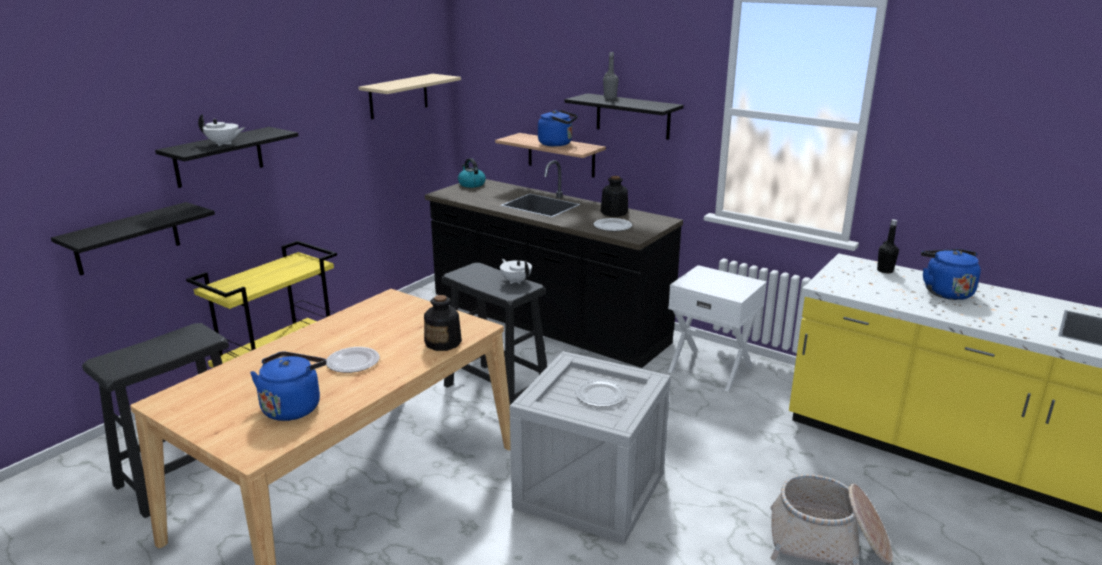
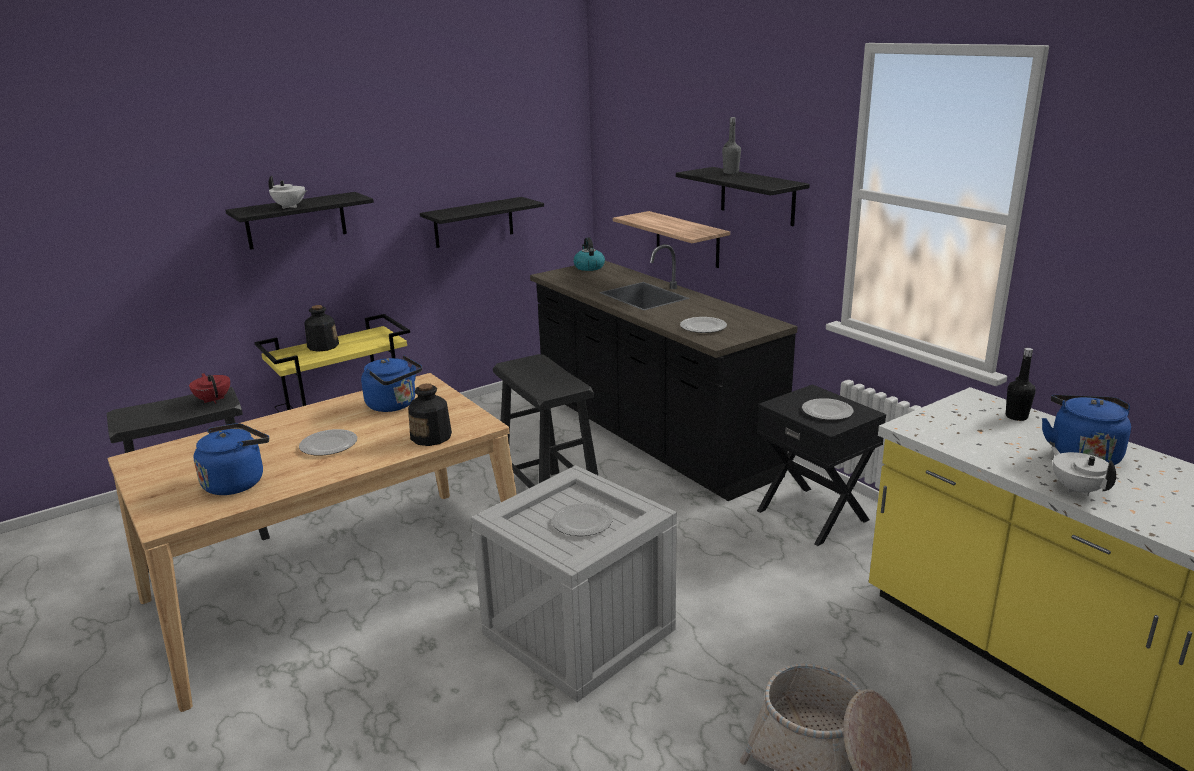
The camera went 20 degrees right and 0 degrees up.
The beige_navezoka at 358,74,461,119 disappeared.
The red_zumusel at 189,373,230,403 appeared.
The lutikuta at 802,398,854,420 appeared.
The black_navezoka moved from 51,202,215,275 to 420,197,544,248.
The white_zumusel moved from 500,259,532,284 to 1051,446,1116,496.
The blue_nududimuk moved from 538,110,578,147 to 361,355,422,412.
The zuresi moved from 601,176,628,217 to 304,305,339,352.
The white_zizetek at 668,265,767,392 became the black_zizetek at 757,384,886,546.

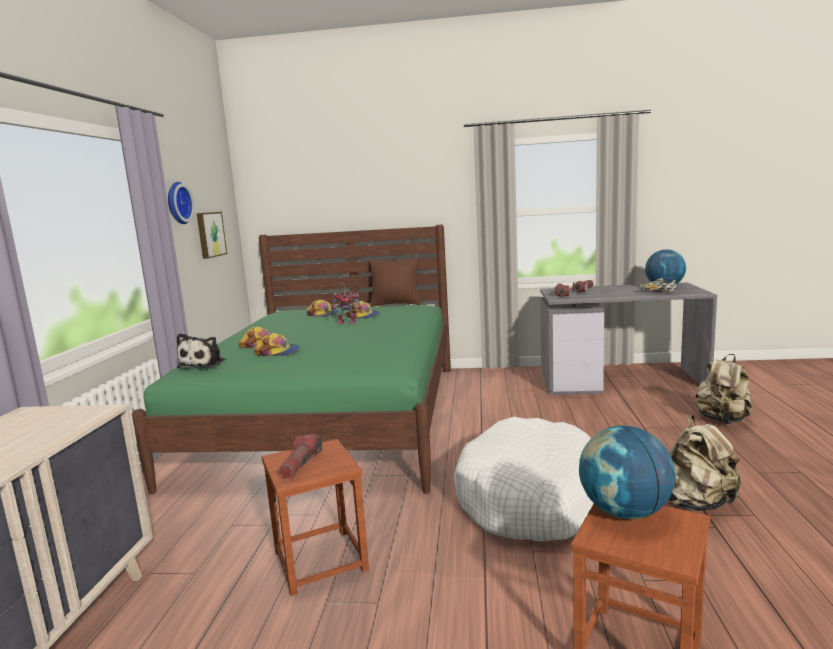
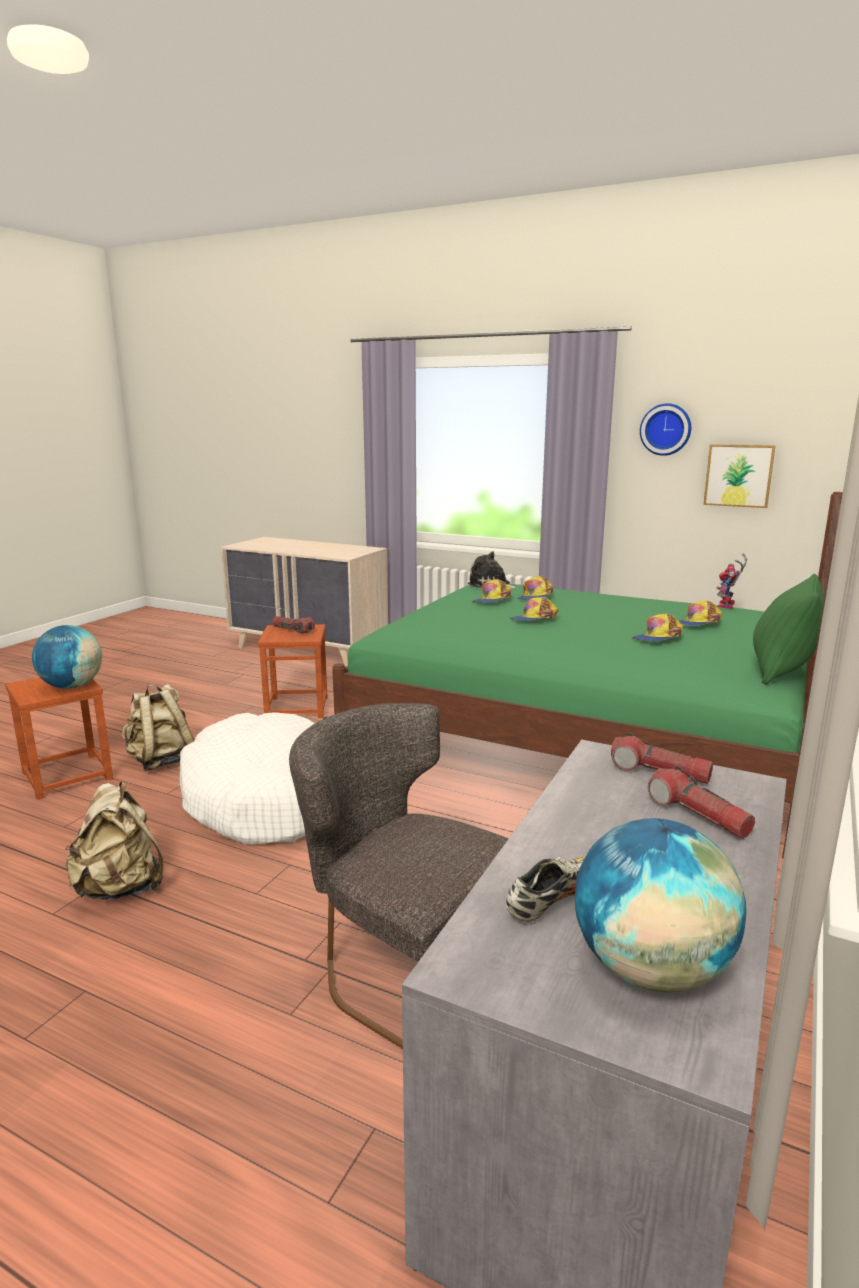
The camera went 110 degrees right and 5 degrees up.
The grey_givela at 289,703,509,1049 appeared.
The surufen at 510,597,559,621 appeared.
The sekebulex moved from 331,282,362,324 to 717,554,747,609.
The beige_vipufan moved from 696,354,753,424 to 122,684,195,771.
The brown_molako at 369,257,420,307 became the green_molako at 753,574,824,685.

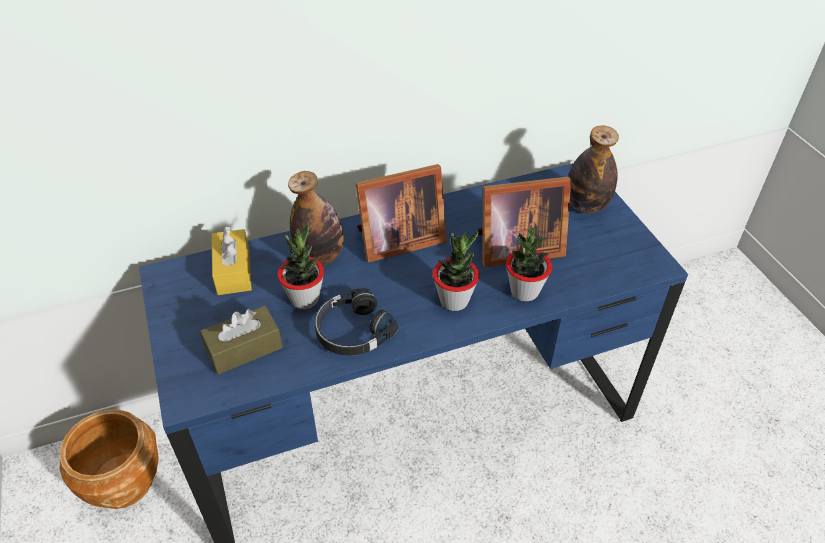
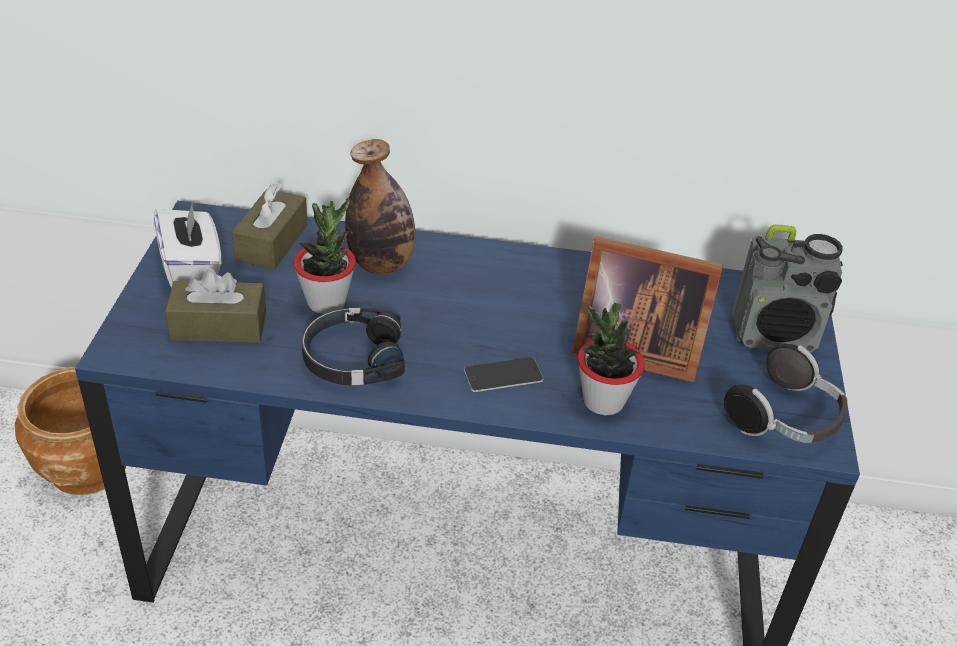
The camera went 25 degrees right and 5 degrees down.
The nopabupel at 355,164,447,262 disappeared.
The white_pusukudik at 154,201,221,288 appeared.
The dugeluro at 724,344,848,443 appeared.
The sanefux at 433,230,479,311 was replaced by the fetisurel at 464,357,544,392.
The zuresi at 568,125,619,214 was replaced by the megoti at 732,225,843,353.
The yellow_pusukudik at 212,227,252,295 became the brown_pusukudik at 232,182,308,270.

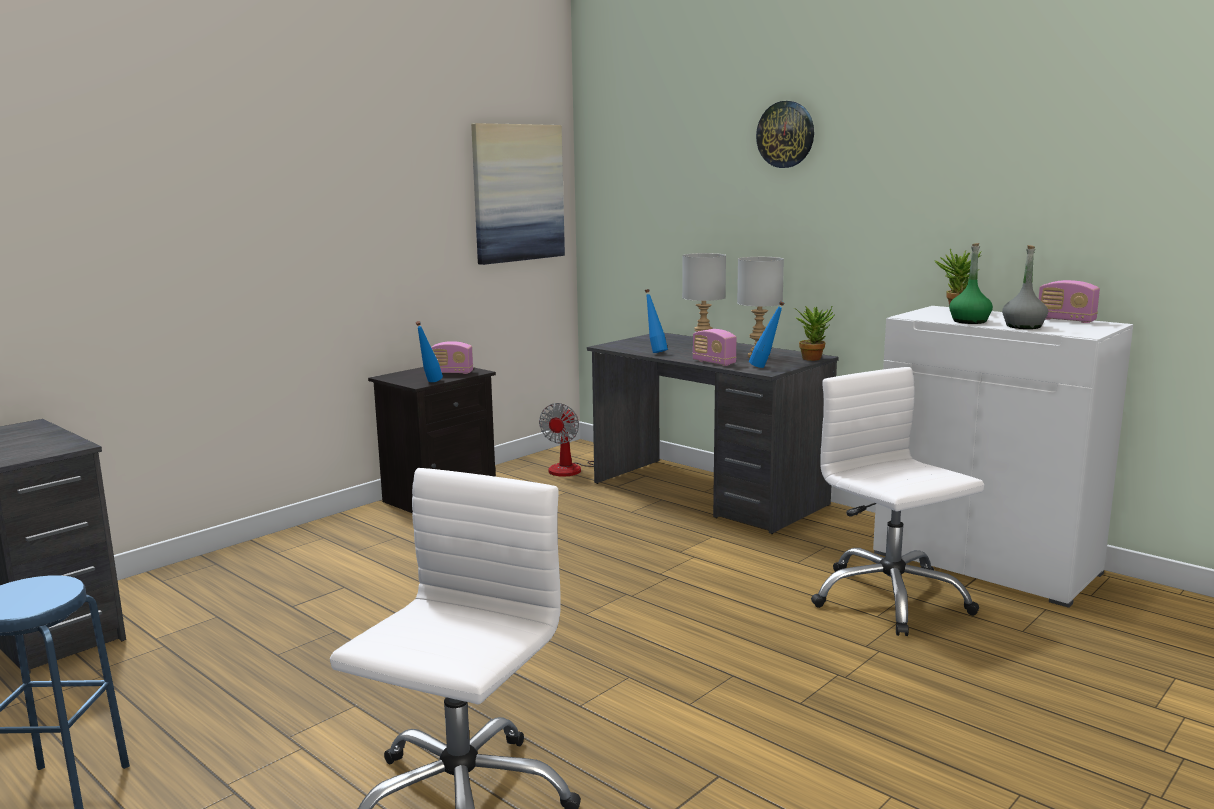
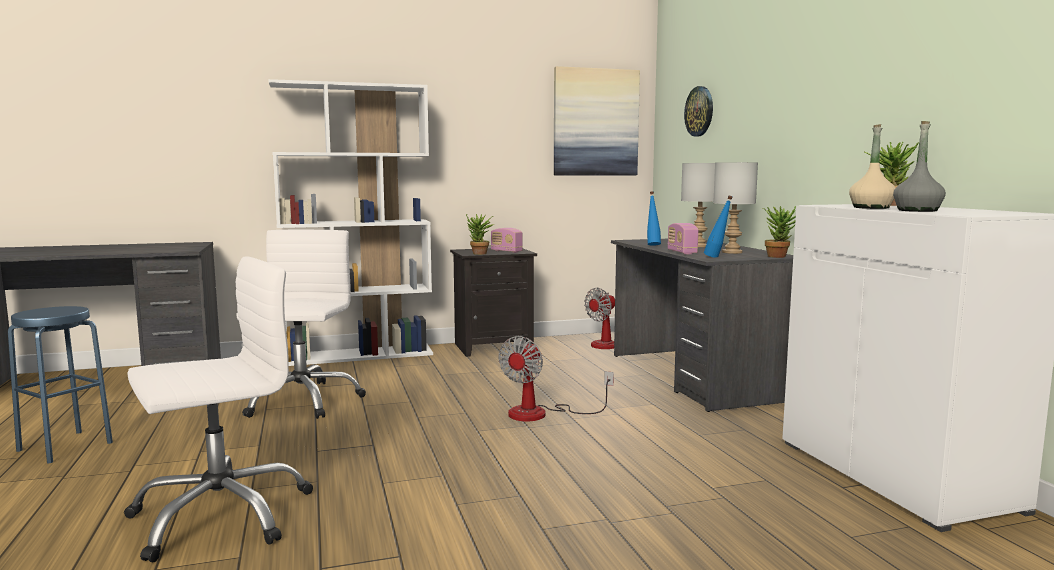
The camera went 30 degrees right and 5 degrees down.
The megoti at 1038,280,1100,323 disappeared.
The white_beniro at 268,79,433,366 appeared.
The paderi at 499,336,614,421 appeared.
The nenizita moved from 756,101,814,168 to 684,86,713,137.
The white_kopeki moved from 811,367,984,636 to 236,230,366,419.
The blue_zuresi at 416,321,443,382 was replaced by the sanefux at 466,214,494,255.
The green_zuresi at 949,243,993,324 became the beige_zuresi at 849,124,895,209.

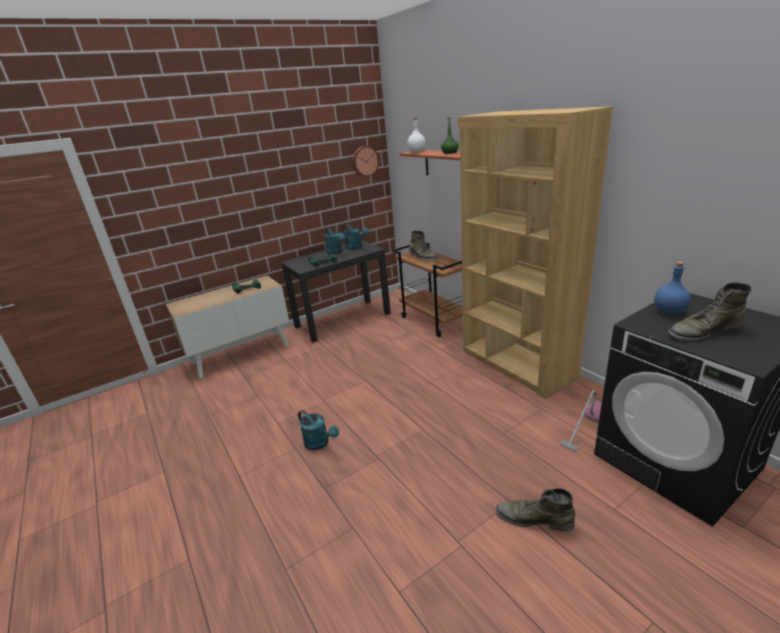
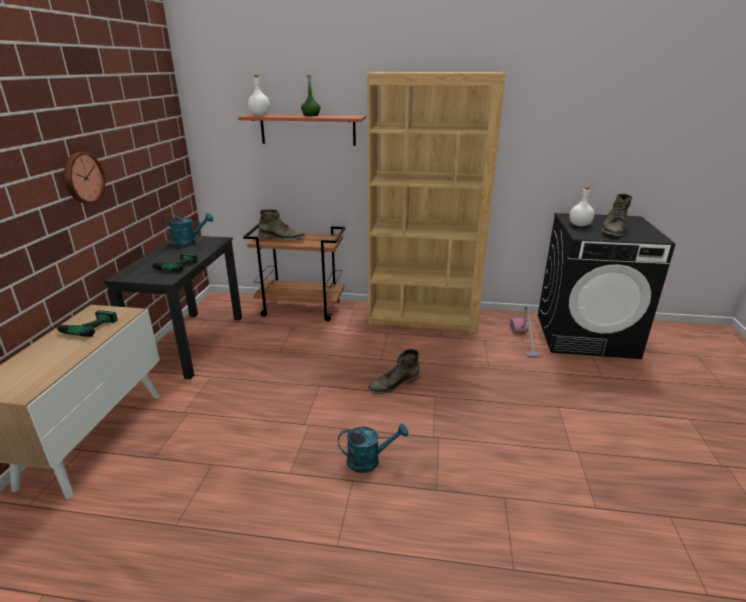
The camera went 50 degrees left and 0 degrees up.
The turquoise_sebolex at 324,228,345,254 disappeared.
The nenizita moved from 353,146,379,177 to 64,152,105,204.
The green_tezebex moved from 496,488,575,531 to 368,349,419,394.
The blue_zuresi at 654,262,691,315 became the white_zuresi at 569,186,594,227.

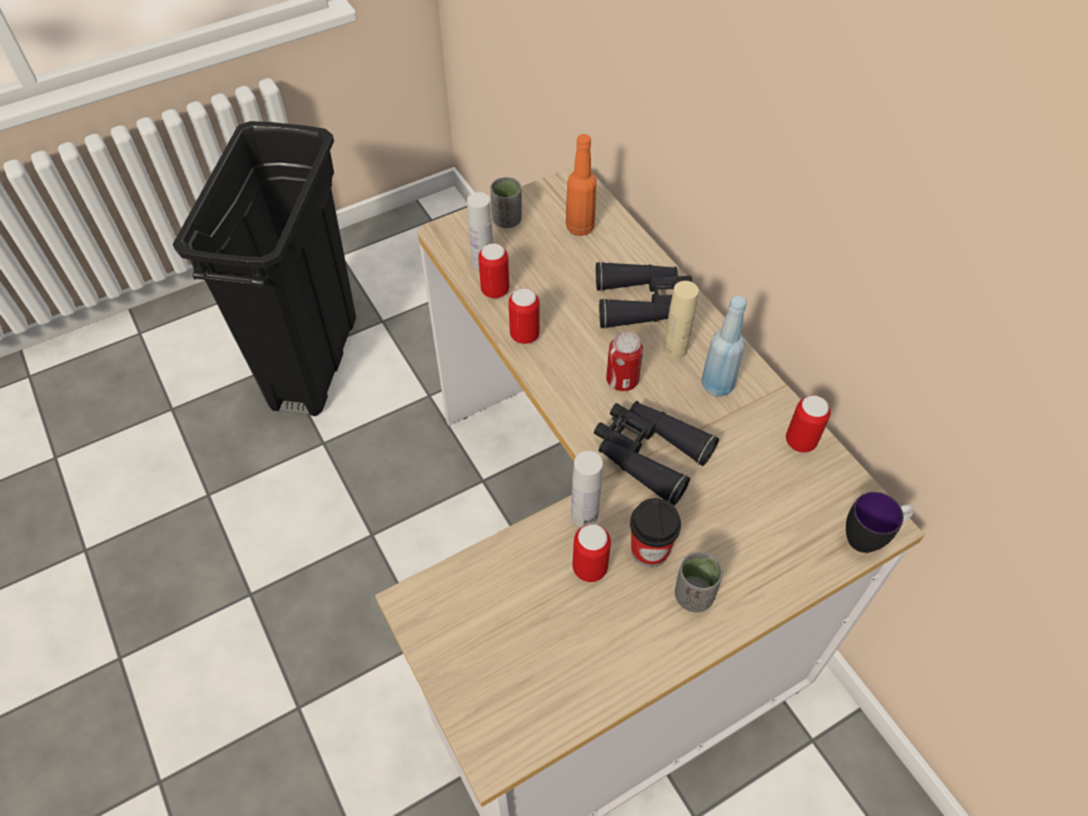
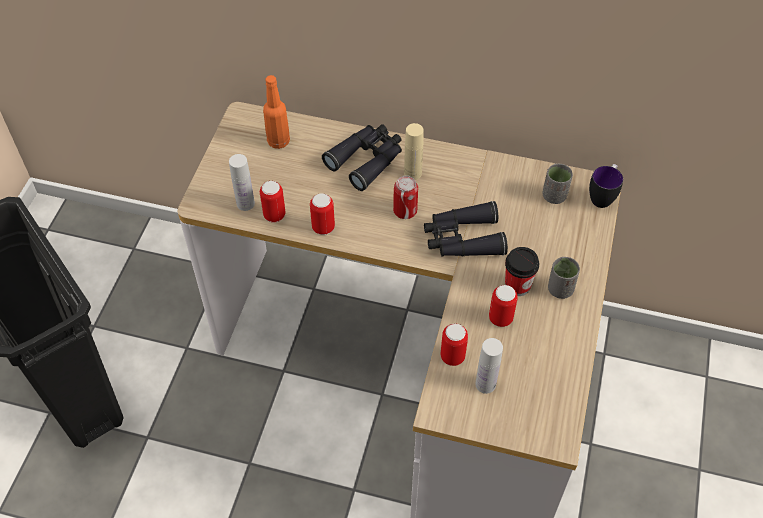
The camera went 45 degrees left and 0 degrees up.
The blue_zuresi at 701,296,747,397 disappeared.
The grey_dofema moved from 490,177,522,228 to 542,164,573,204.
The white_zuresi moved from 571,451,603,527 to 475,338,503,394.
The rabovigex moved from 786,395,831,452 to 440,323,468,366.

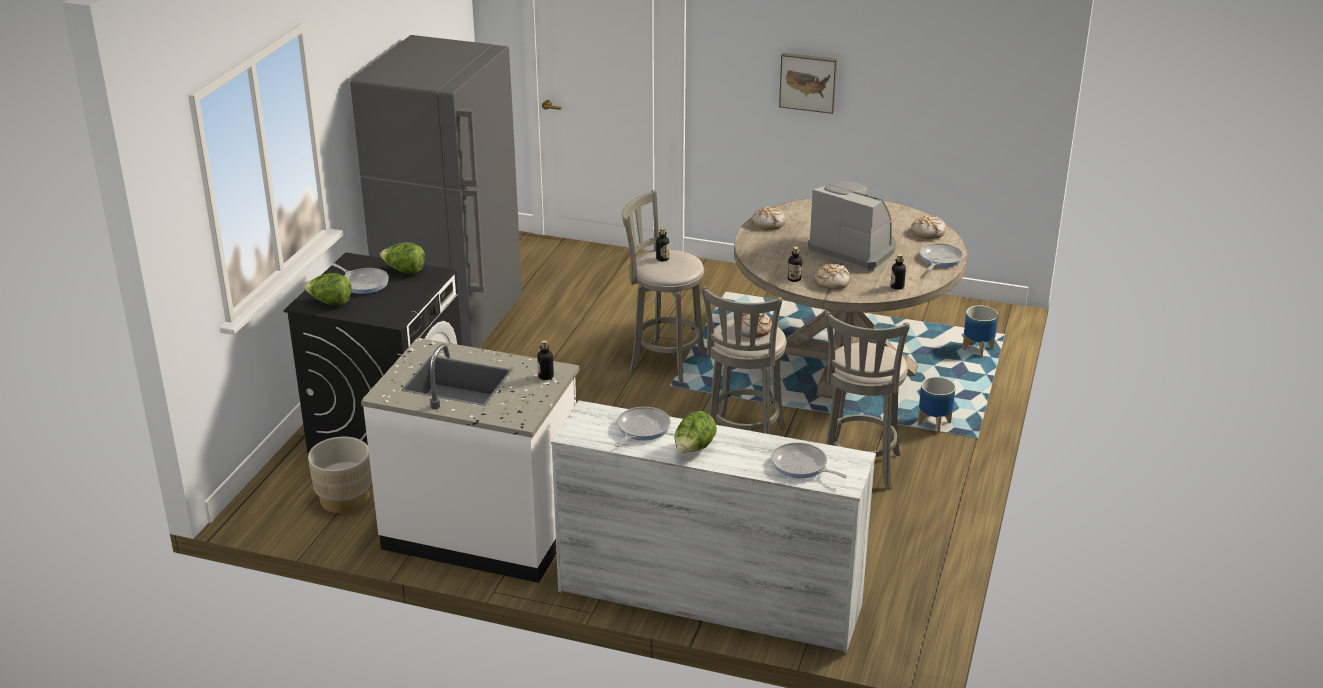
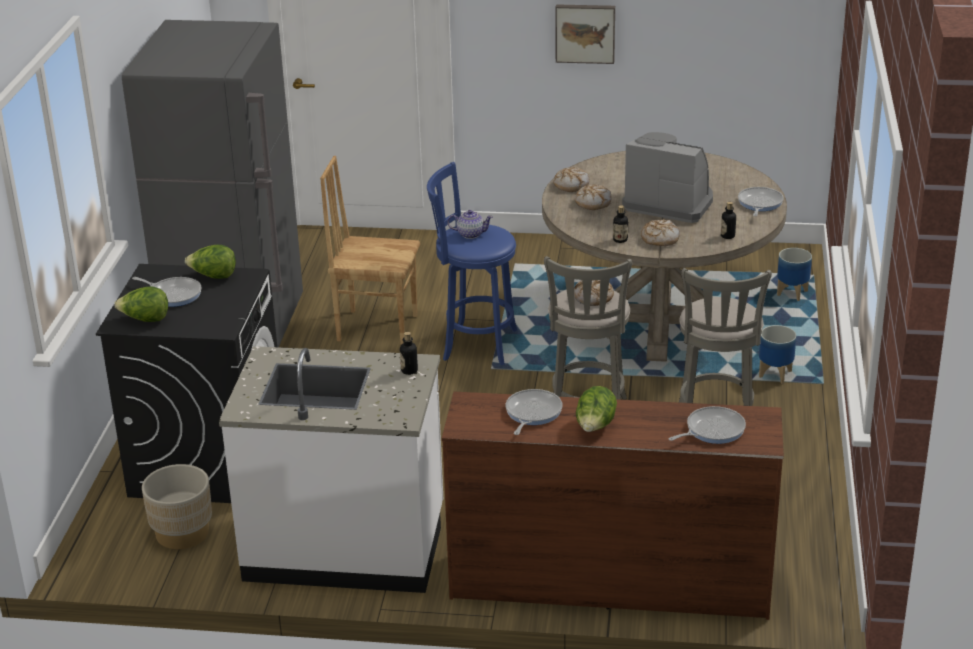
The camera went 10 degrees left and 0 degrees up.
The brown_givela at 320,156,420,345 appeared.
The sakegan moved from 911,215,946,239 to 574,184,612,210.
The zuresi at 656,227,669,261 was replaced by the zumusel at 447,210,493,239.
The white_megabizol at 551,400,876,653 became the brown_megabizol at 442,392,784,620.
The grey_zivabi at 622,190,706,384 became the blue_zivabi at 427,162,517,365.
The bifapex at 771,442,847,479 turned 120 degrees clockwise.

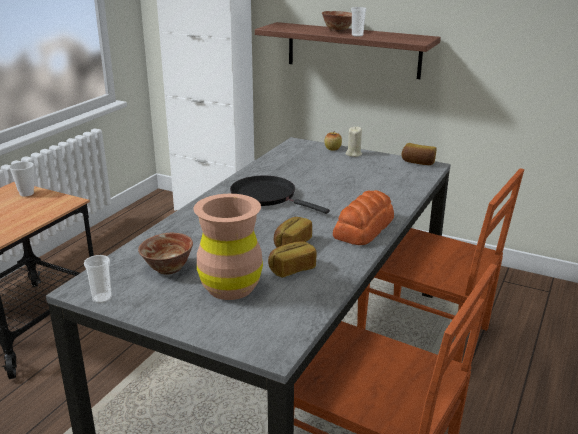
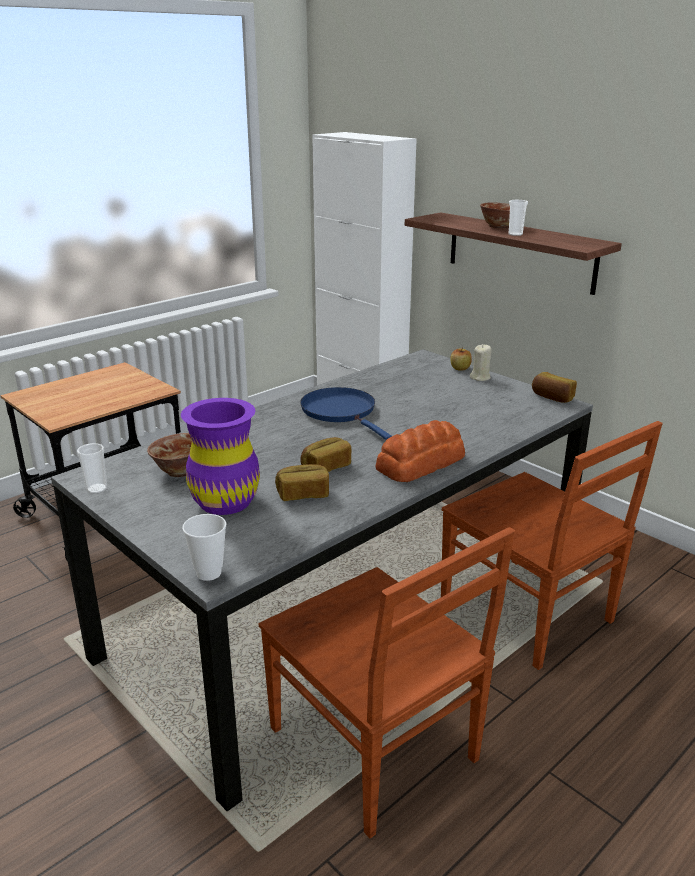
The camera went 20 degrees right and 0 degrees up.
The dofema moved from 9,162,34,197 to 182,514,226,581.
The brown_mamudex at 193,194,263,300 became the purple_mamudex at 181,398,260,515.
The black_bifapex at 230,176,330,214 became the blue_bifapex at 300,387,392,440.

